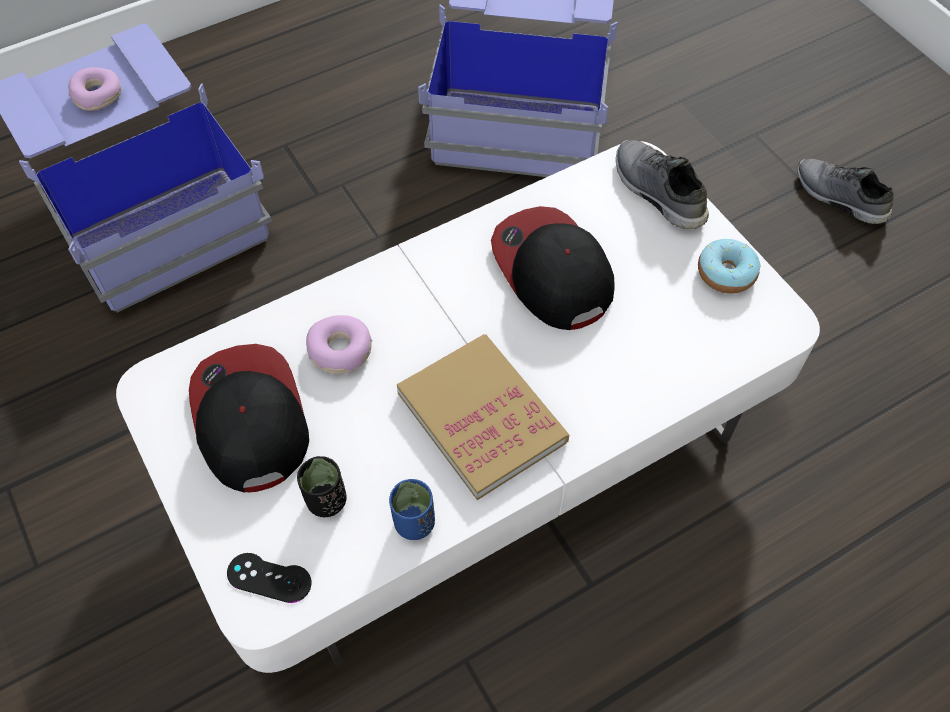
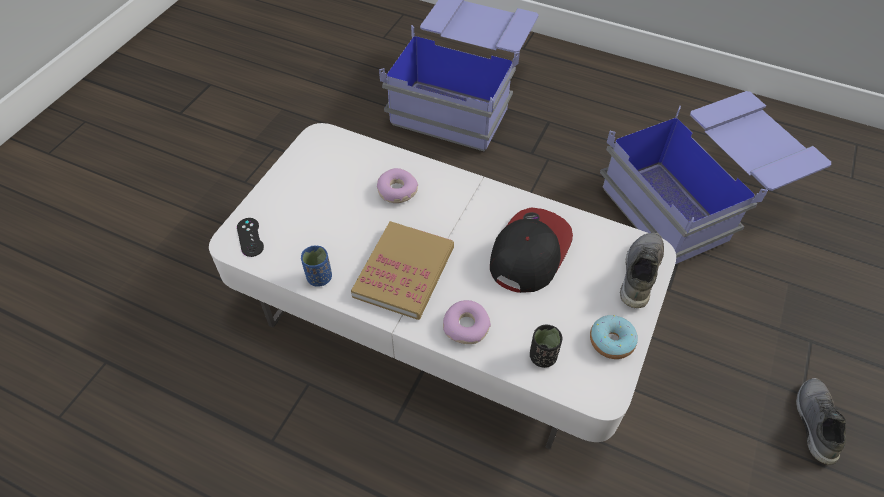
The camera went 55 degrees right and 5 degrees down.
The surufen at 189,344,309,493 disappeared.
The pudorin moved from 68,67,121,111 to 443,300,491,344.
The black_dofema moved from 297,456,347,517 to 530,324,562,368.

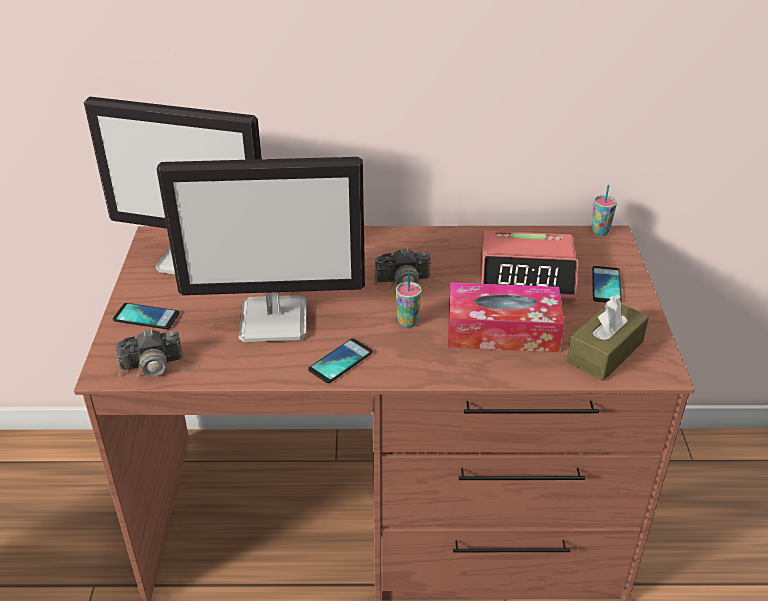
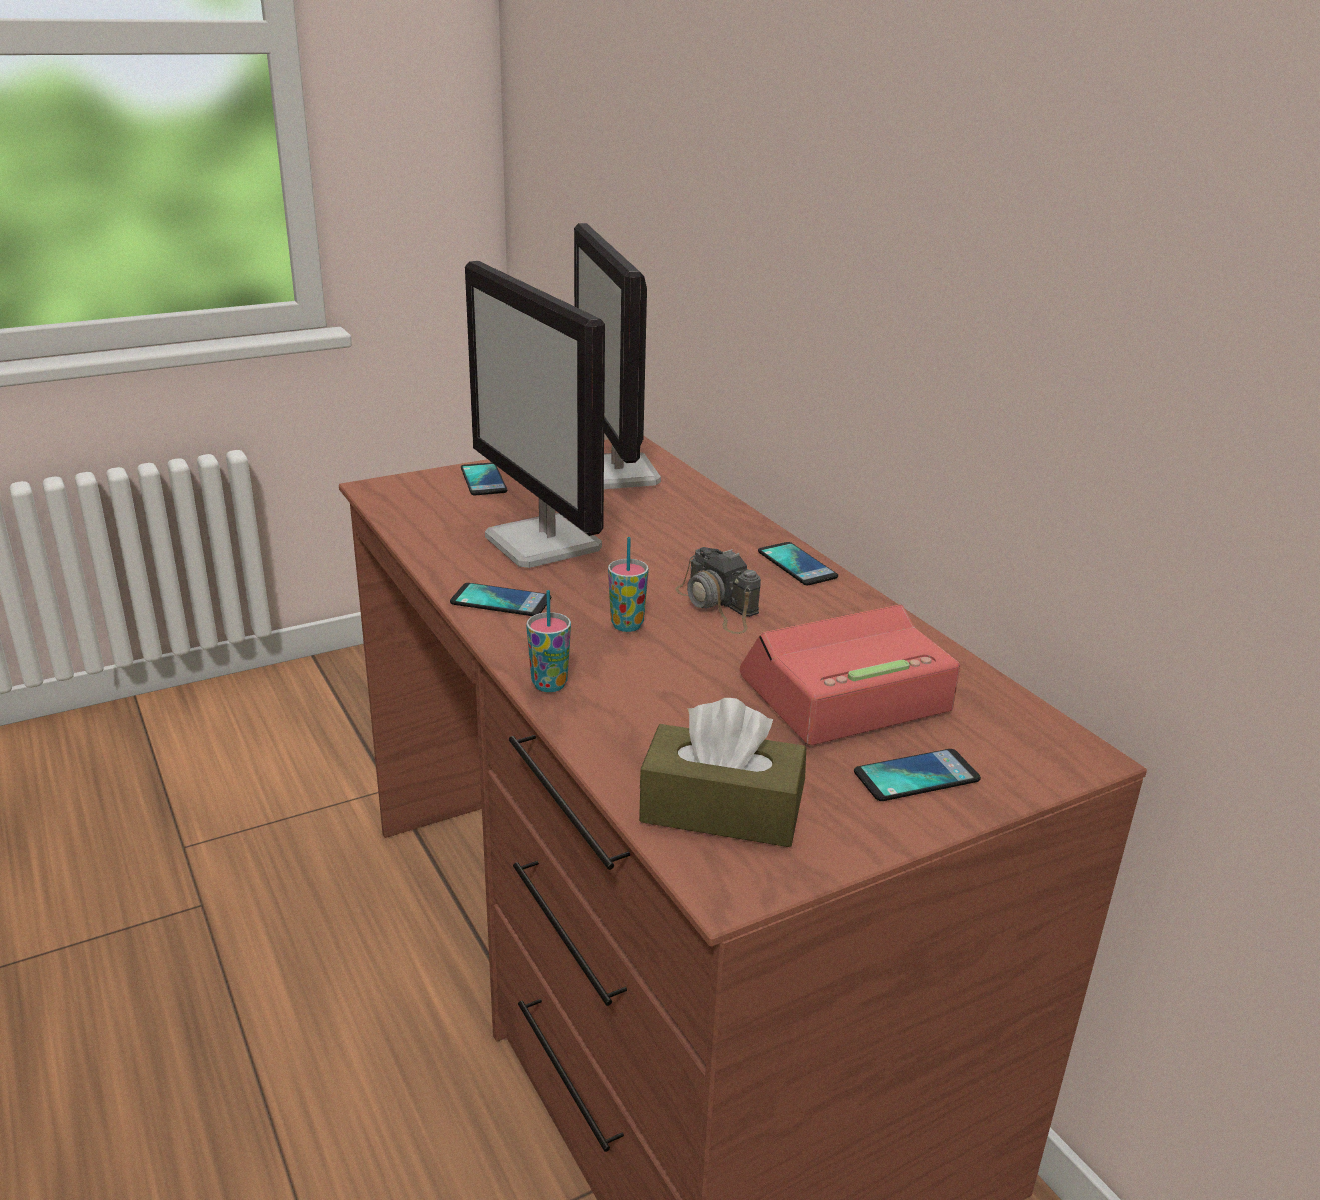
The camera went 60 degrees right and 10 degrees down.
The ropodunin at 116,329,200,380 disappeared.
The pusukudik at 448,283,564,353 disappeared.
The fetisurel at 758,542,838,586 appeared.
The dofema moved from 591,185,617,236 to 526,590,571,692.
The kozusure at 481,230,579,301 turned 90 degrees clockwise.

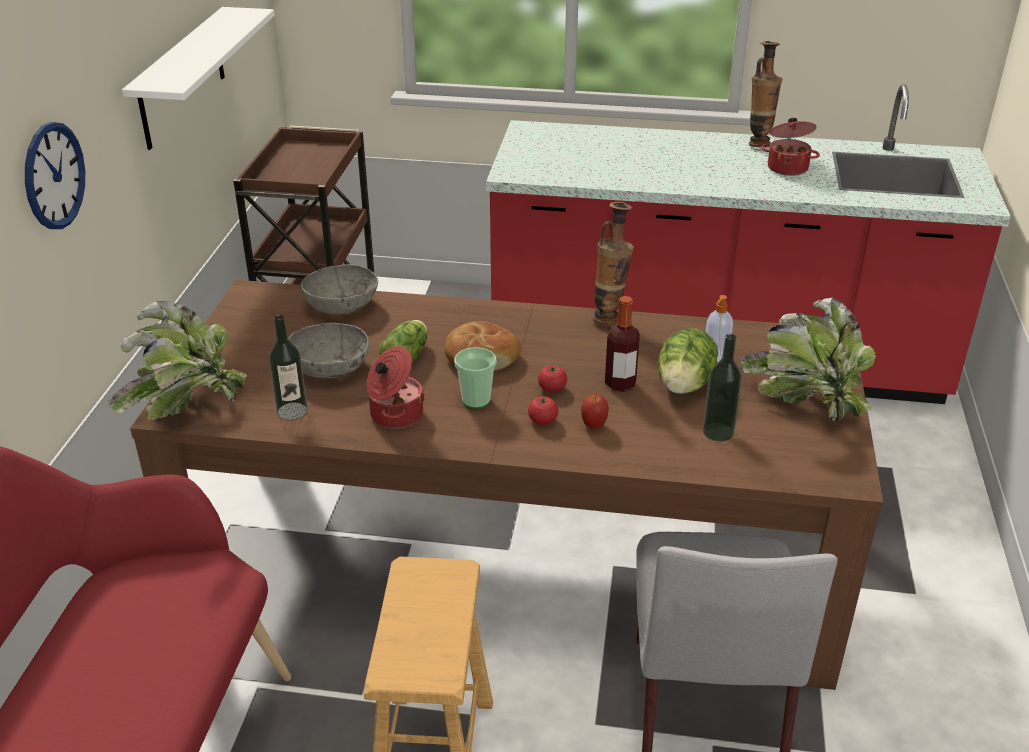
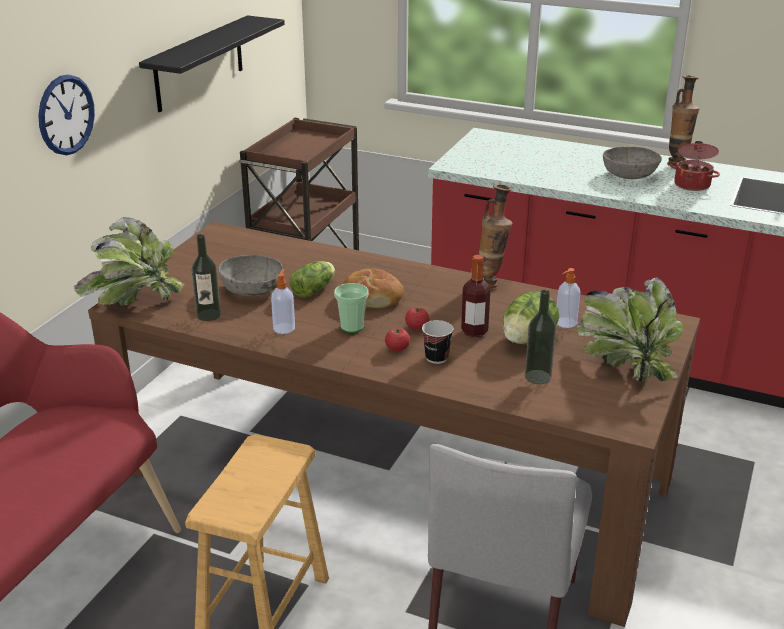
The camera went 15 degrees right and 5 degrees down.
The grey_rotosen moved from 301,264,378,315 to 603,146,662,179.
The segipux at 367,346,425,429 was replaced by the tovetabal at 271,269,295,334.
The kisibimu at 581,394,609,429 was replaced by the dofema at 422,320,453,364.
The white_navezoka at 122,7,275,150 became the black_navezoka at 139,15,285,112.

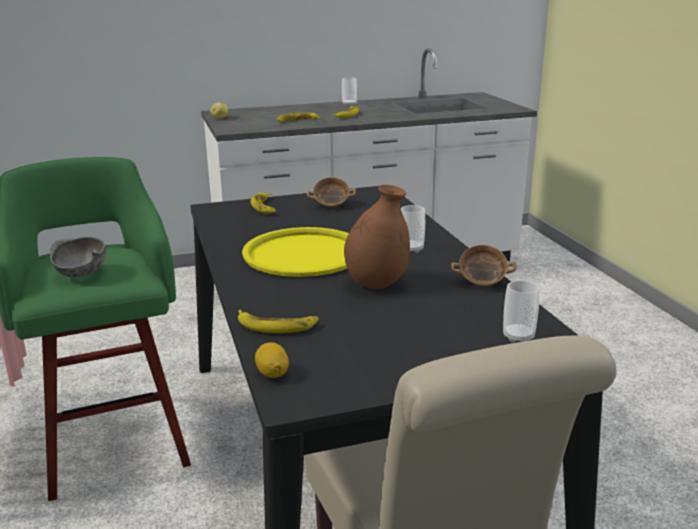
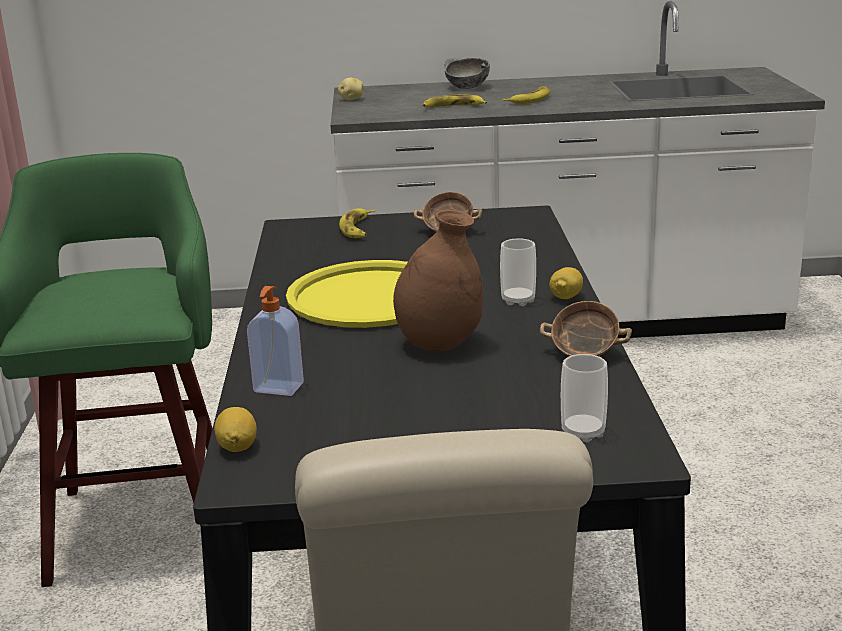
The camera went 15 degrees right and 0 degrees up.
The dofema at 342,77,357,106 disappeared.
The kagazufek at 549,267,583,299 appeared.
The grey_rotosen moved from 50,237,106,278 to 445,58,490,89.
The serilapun at 238,310,319,333 was replaced by the tovetabal at 247,286,304,396.

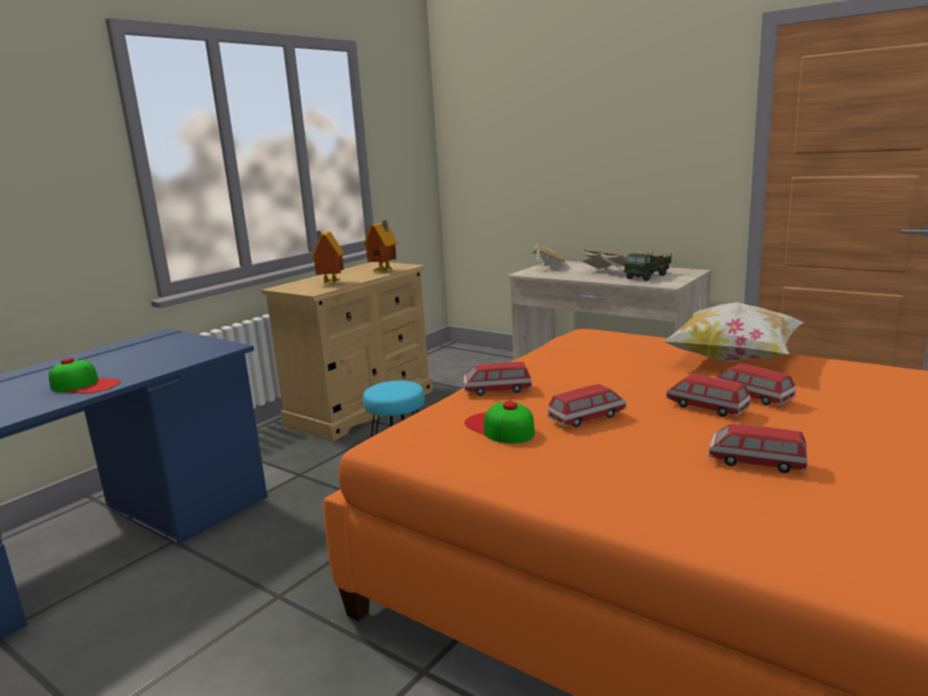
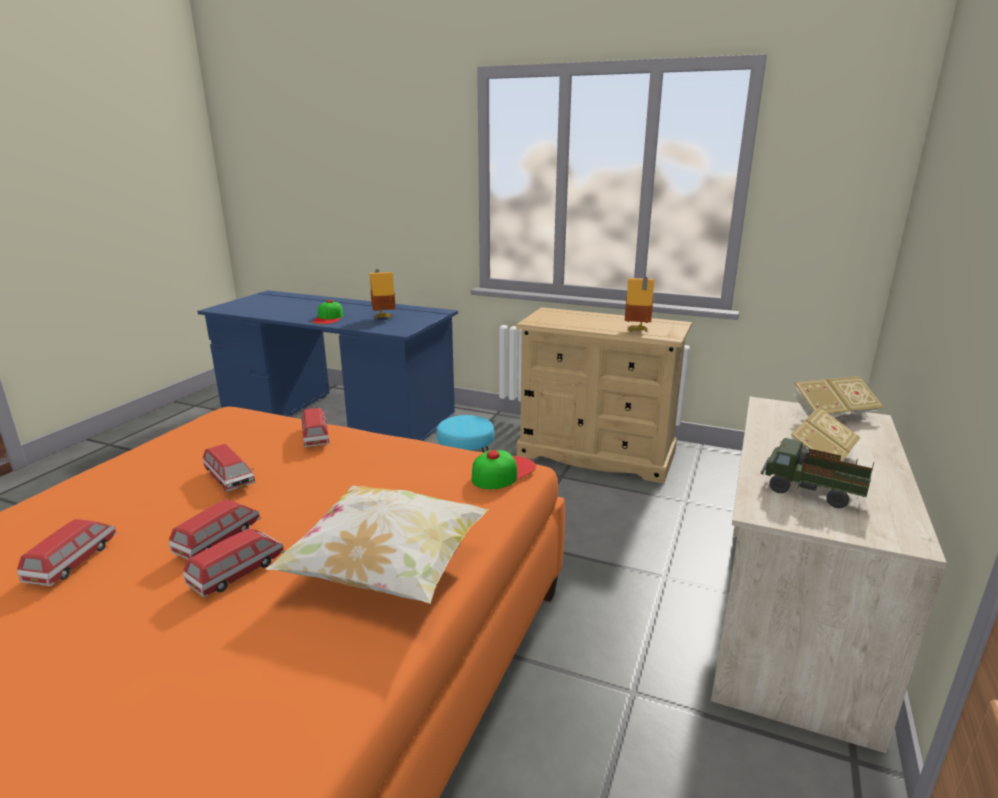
The camera went 75 degrees right and 5 degrees up.
The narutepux moved from 311,231,344,285 to 370,269,396,319.
The surufen moved from 464,401,535,444 to 472,450,536,489.

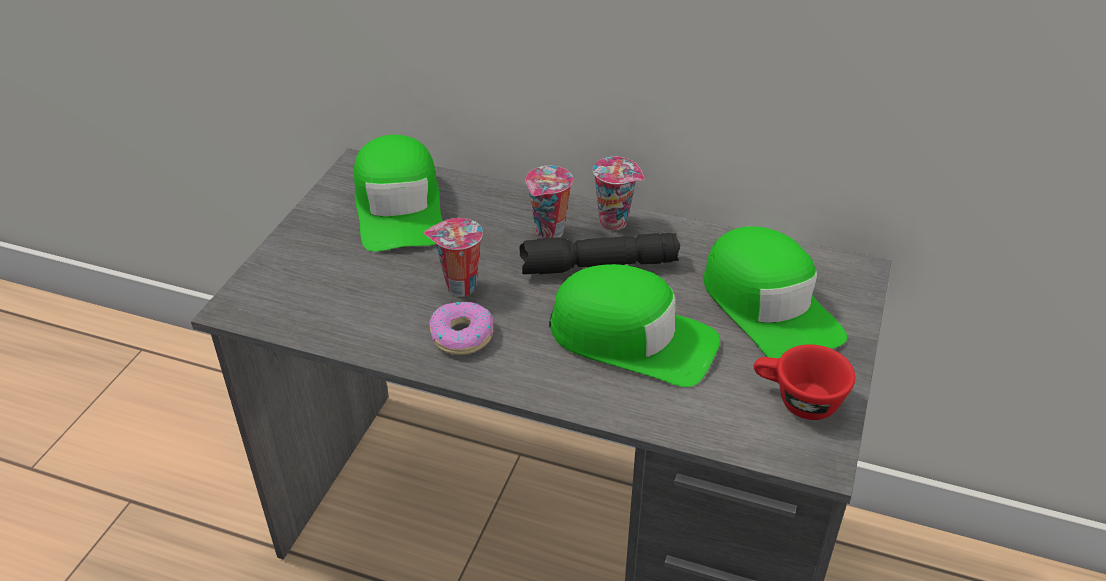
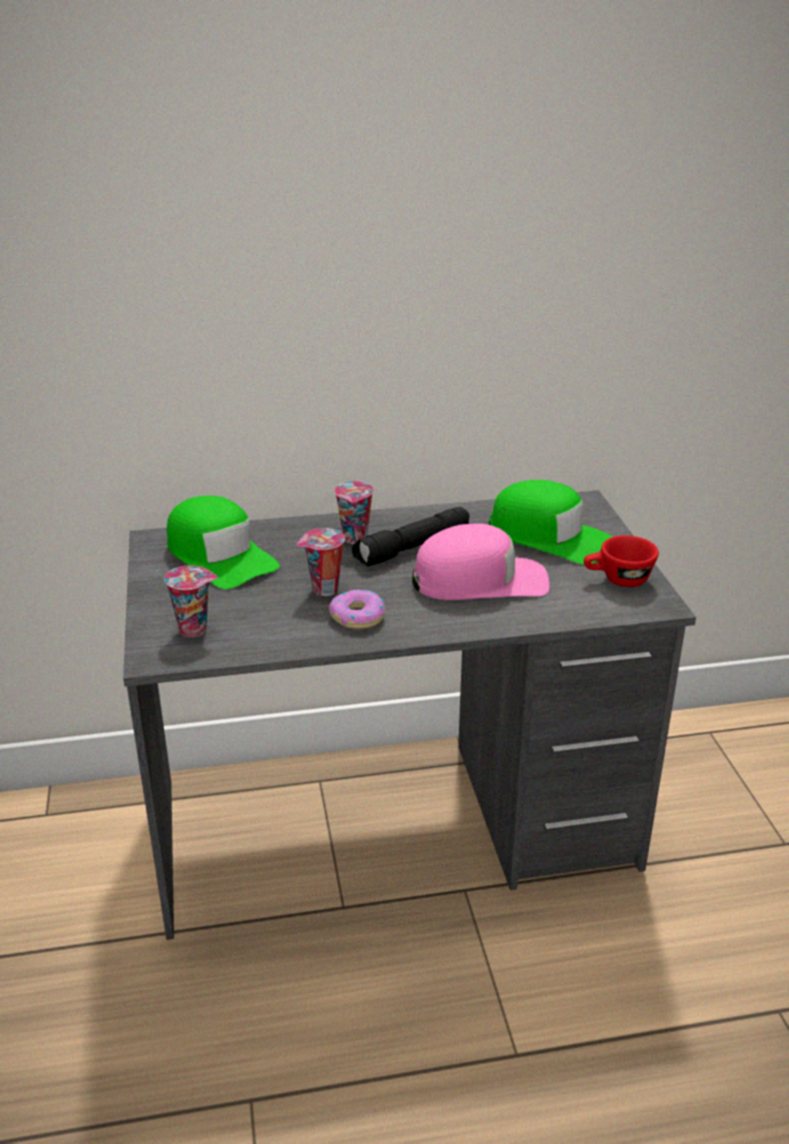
The camera went 30 degrees left and 10 degrees down.
The dofema moved from 593,157,644,230 to 164,565,218,637.
The green_surufen at 549,264,720,387 became the pink_surufen at 412,523,550,600.

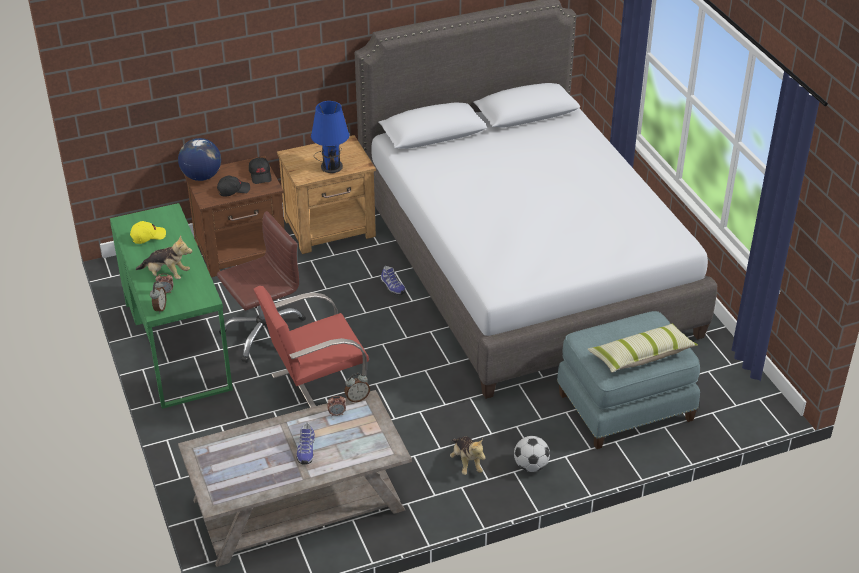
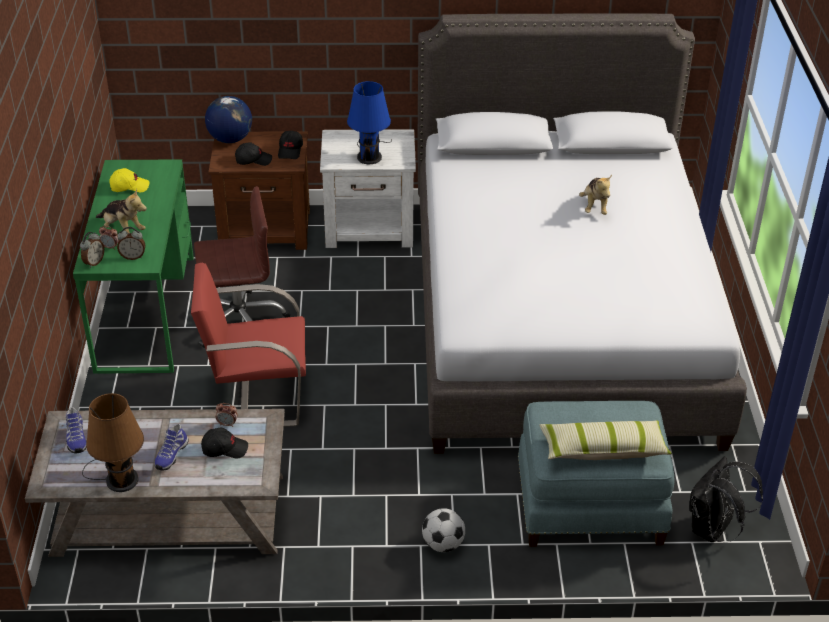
The camera went 20 degrees right and 0 degrees up.
The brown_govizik at 82,393,144,492 appeared.
The black_surufen at 201,428,248,458 appeared.
The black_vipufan at 689,456,763,542 appeared.
The kozusure moved from 344,373,370,402 to 117,227,145,260.
The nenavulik moved from 381,266,406,295 to 66,407,86,454.
The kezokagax moved from 450,436,486,475 to 579,175,612,215.
The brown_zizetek at 277,135,376,254 became the white_zizetek at 320,129,416,248.

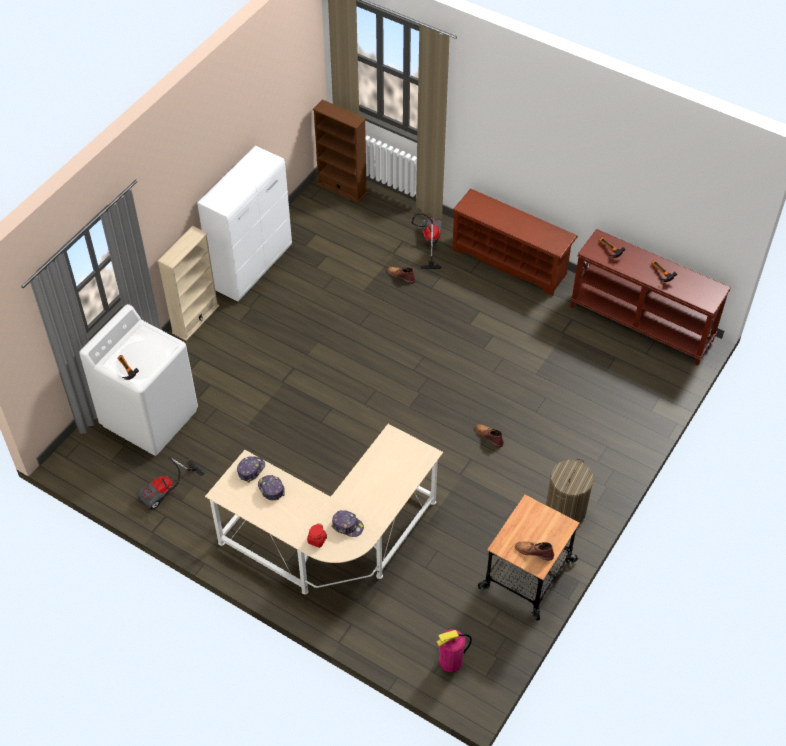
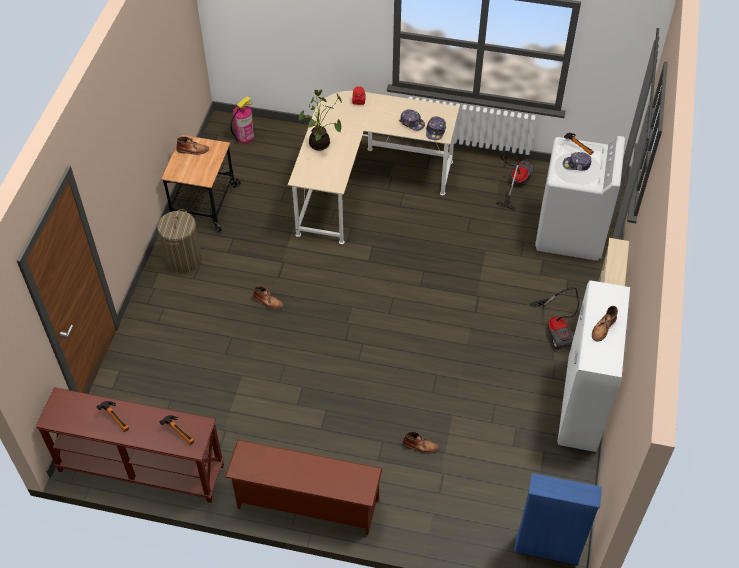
The camera went 160 degrees right and 0 degrees up.
The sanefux at 298,90,342,151 appeared.
The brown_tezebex at 592,306,618,342 appeared.
The surufen moved from 331,510,364,537 to 563,152,591,171.
The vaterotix moved from 411,213,442,269 to 530,287,579,350.
The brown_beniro at 312,99,367,203 became the blue_beniro at 514,473,602,565.

